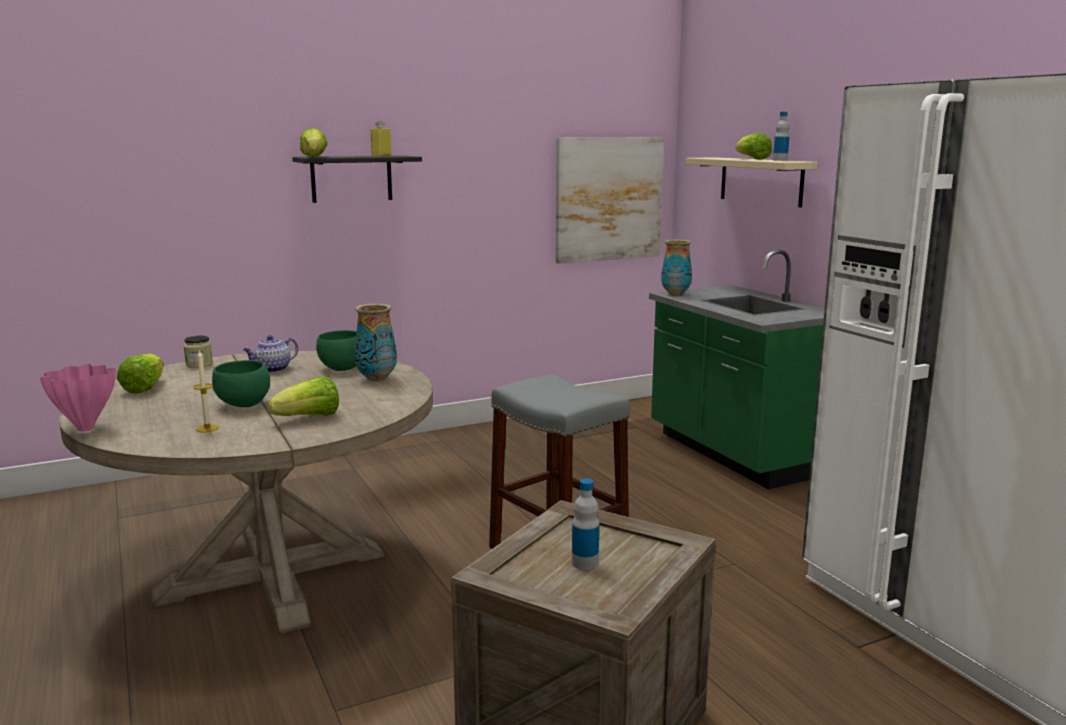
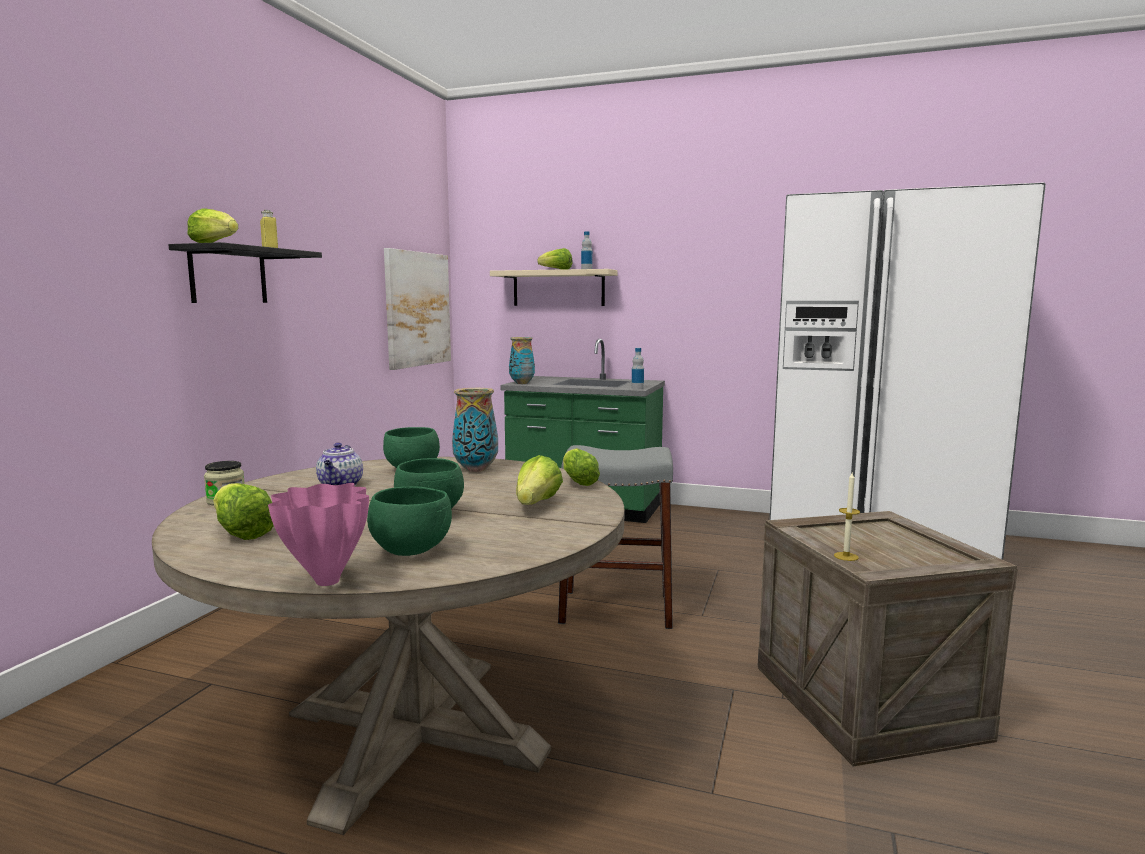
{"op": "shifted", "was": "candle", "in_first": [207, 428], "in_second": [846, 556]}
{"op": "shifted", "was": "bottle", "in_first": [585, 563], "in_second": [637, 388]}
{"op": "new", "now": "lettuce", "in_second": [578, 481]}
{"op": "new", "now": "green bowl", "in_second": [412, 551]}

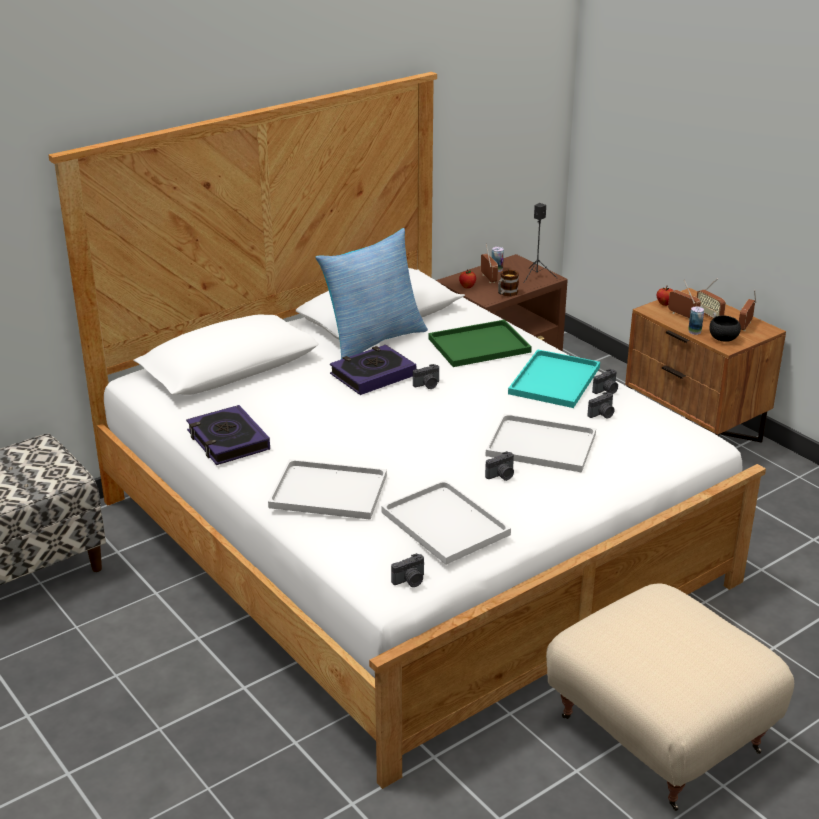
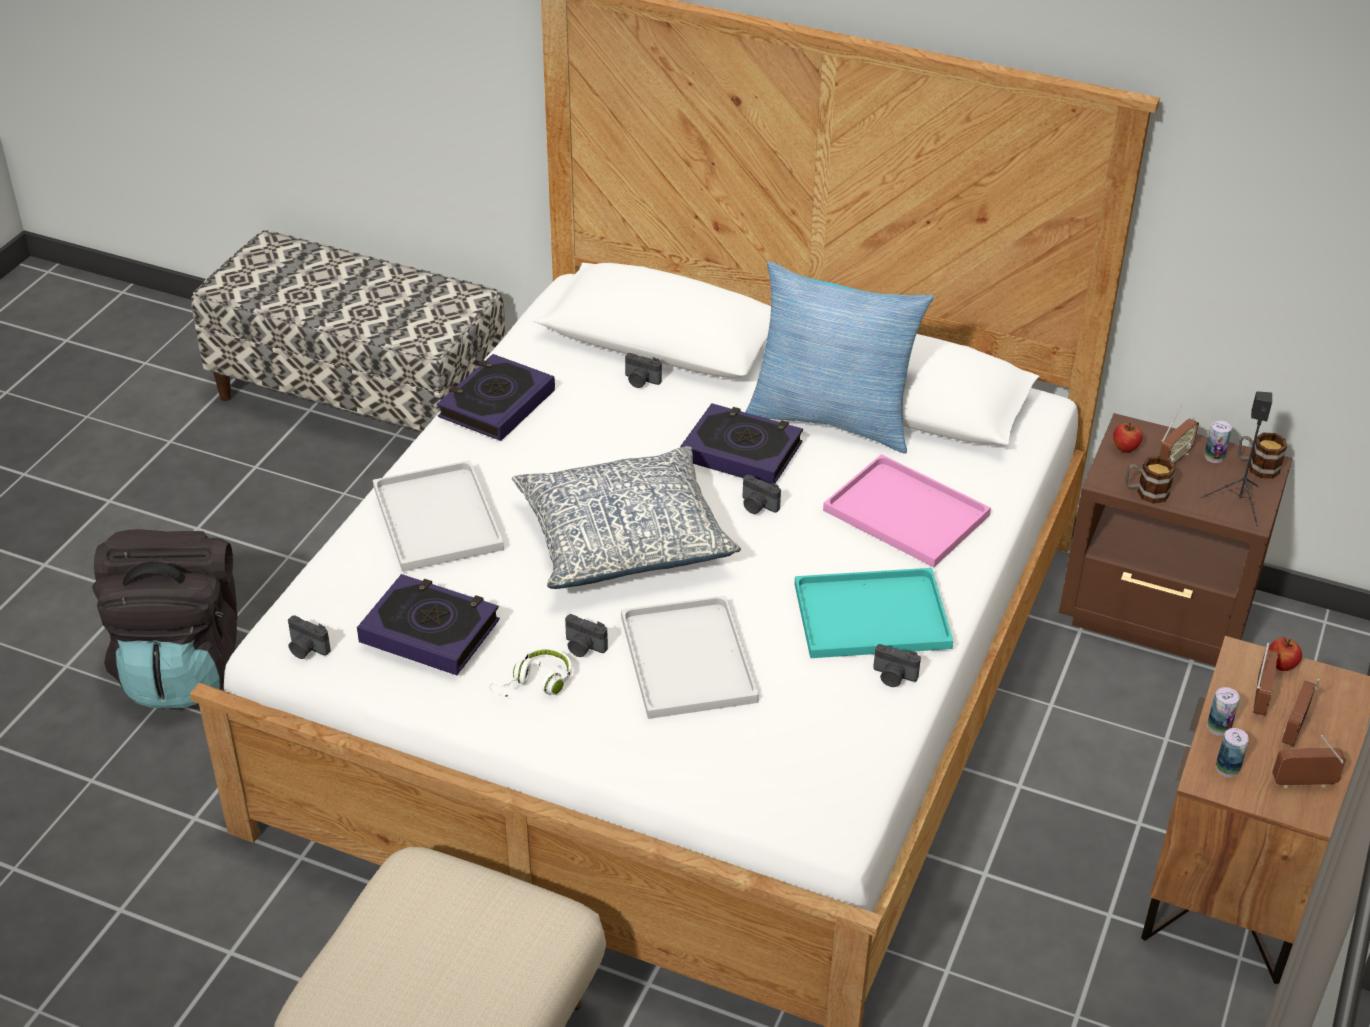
{"op": "swapped", "was": "black bowl", "now": "can", "in_first": [723, 339], "in_second": [1227, 768]}
{"op": "repainted", "was": "green tray", "now": "pink tray", "in_first": [478, 346], "in_second": [903, 512]}
{"op": "shifted", "was": "photo camera", "in_first": [602, 414], "in_second": [641, 381]}
{"op": "swapped", "was": "white tray", "now": "book", "in_first": [442, 523], "in_second": [430, 631]}
{"op": "new", "now": "mug", "in_second": [1257, 467]}
{"op": "new", "now": "pillow", "in_second": [624, 538]}
{"op": "new", "now": "black backpack", "in_second": [182, 666]}
{"op": "new", "now": "white headphones", "in_second": [535, 683]}

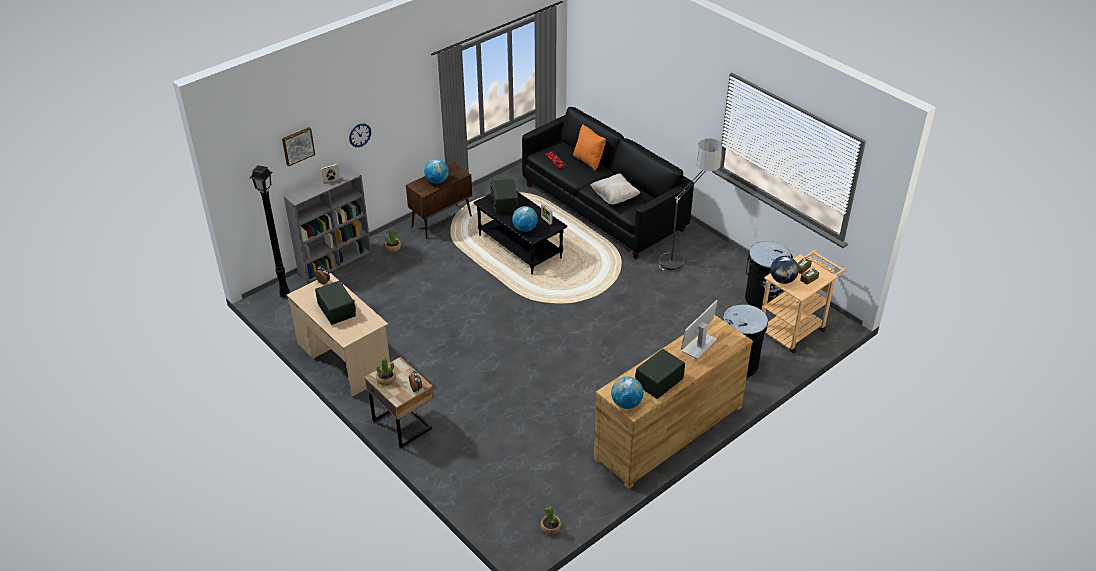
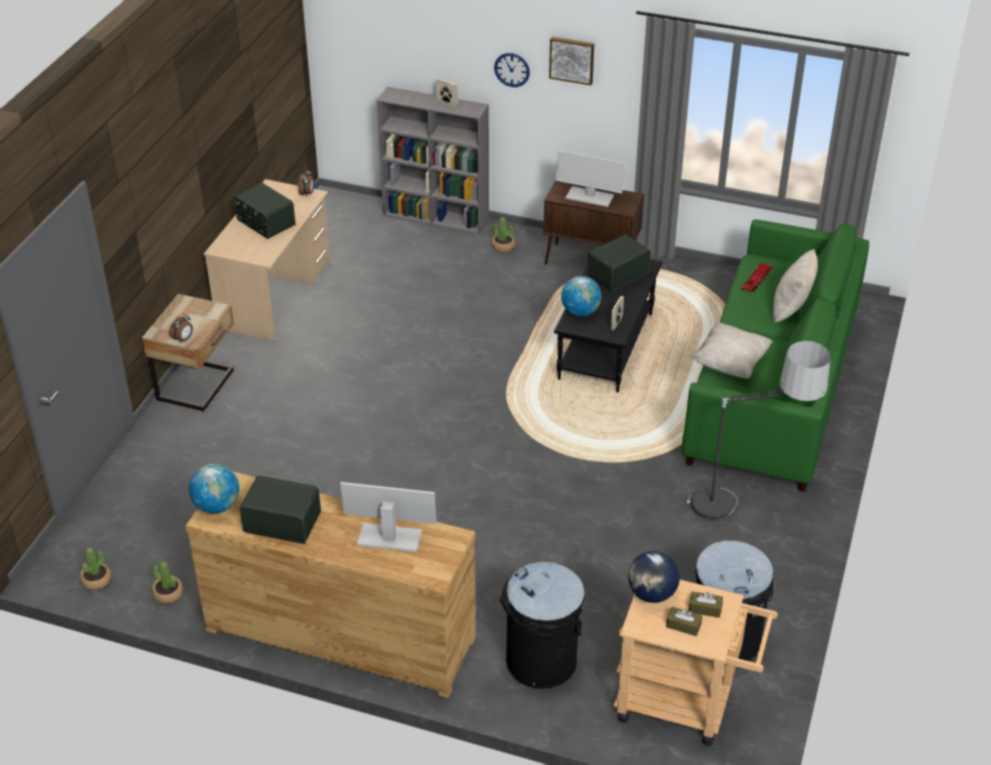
{"op": "repainted", "was": "black sofa", "now": "green sofa", "in_first": [603, 207], "in_second": [771, 389]}
{"op": "repainted", "was": "orange pillow", "now": "beige pillow", "in_first": [589, 161], "in_second": [791, 308]}
{"op": "shifted", "was": "picture", "in_first": [297, 145], "in_second": [572, 59]}
{"op": "swapped", "was": "globe", "now": "monitor", "in_first": [437, 181], "in_second": [589, 197]}
{"op": "gone", "was": "black floor lamp", "in_first": [284, 294]}
{"op": "rotated", "was": "radio", "in_first": [337, 310], "in_second": [265, 223], "clockwise": 105}
{"op": "shifted", "was": "potted plant", "in_first": [386, 379], "in_second": [168, 594]}

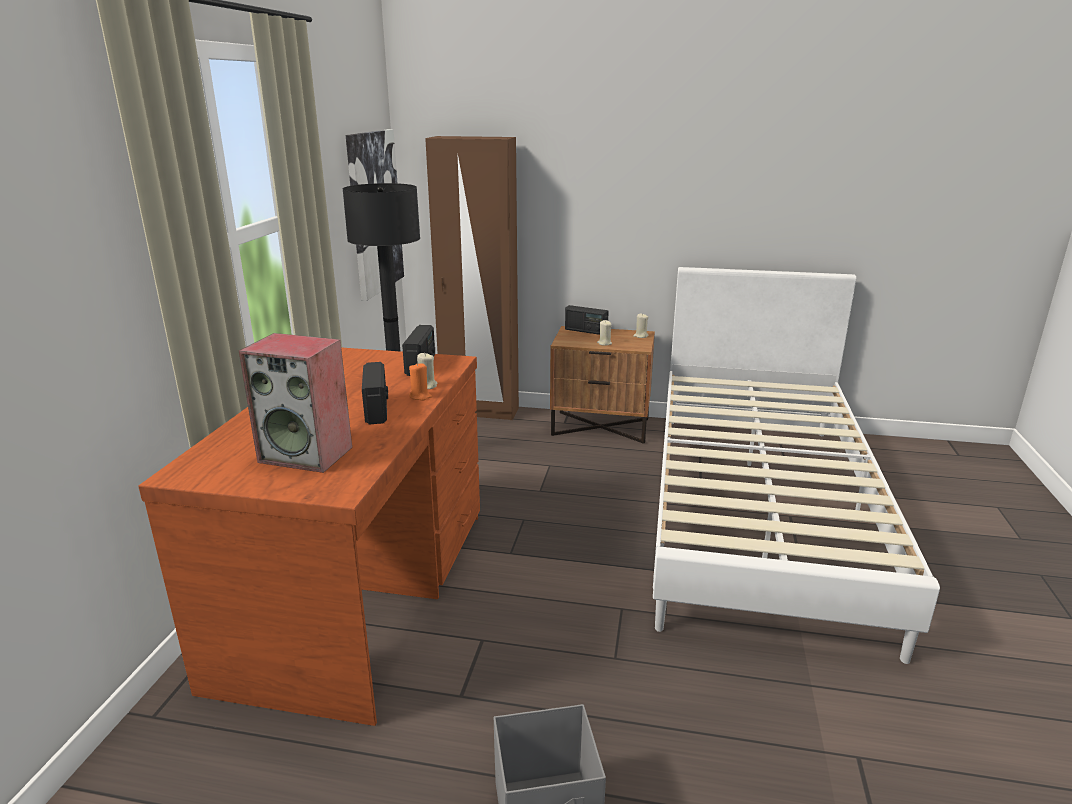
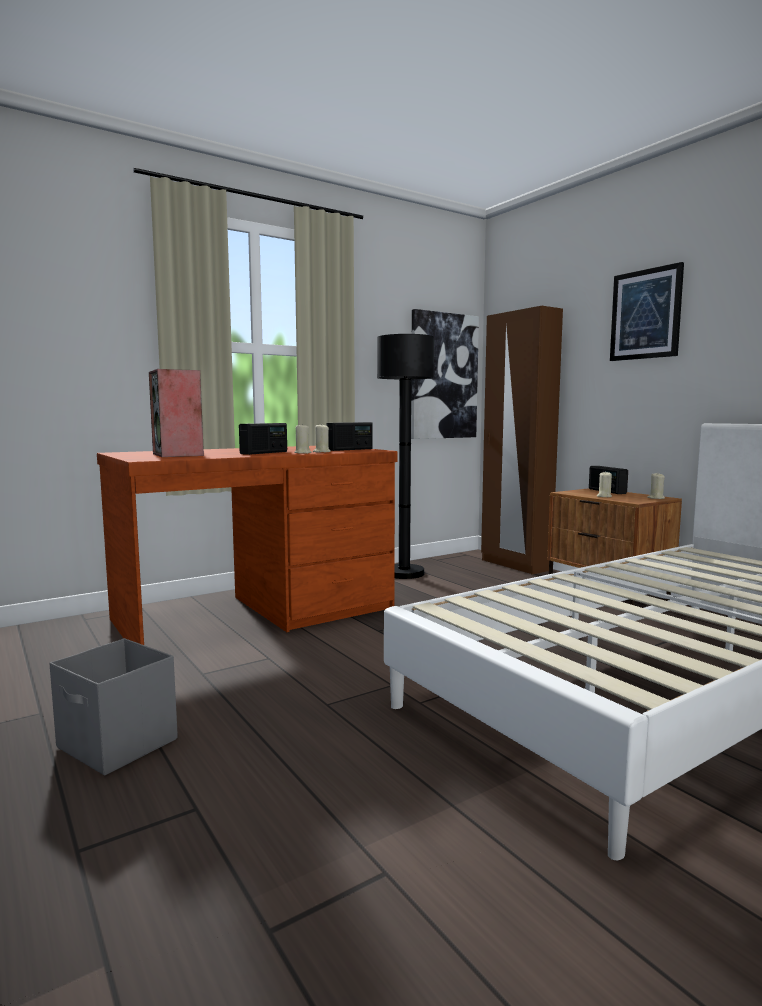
{"op": "repainted", "was": "orange candle", "now": "beige candle", "in_first": [420, 396], "in_second": [303, 453]}
{"op": "new", "now": "picture", "in_second": [646, 314]}

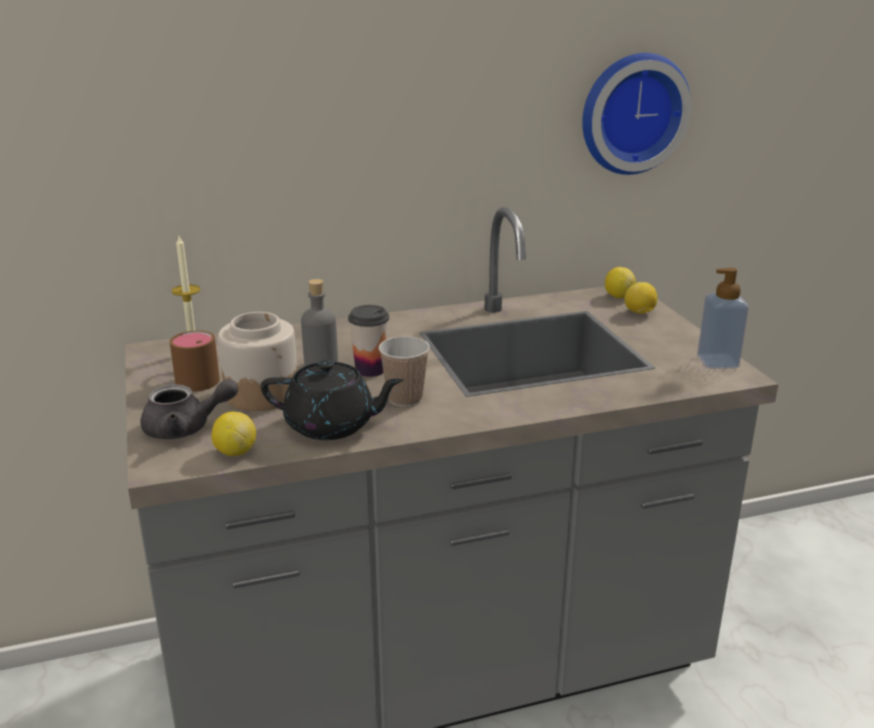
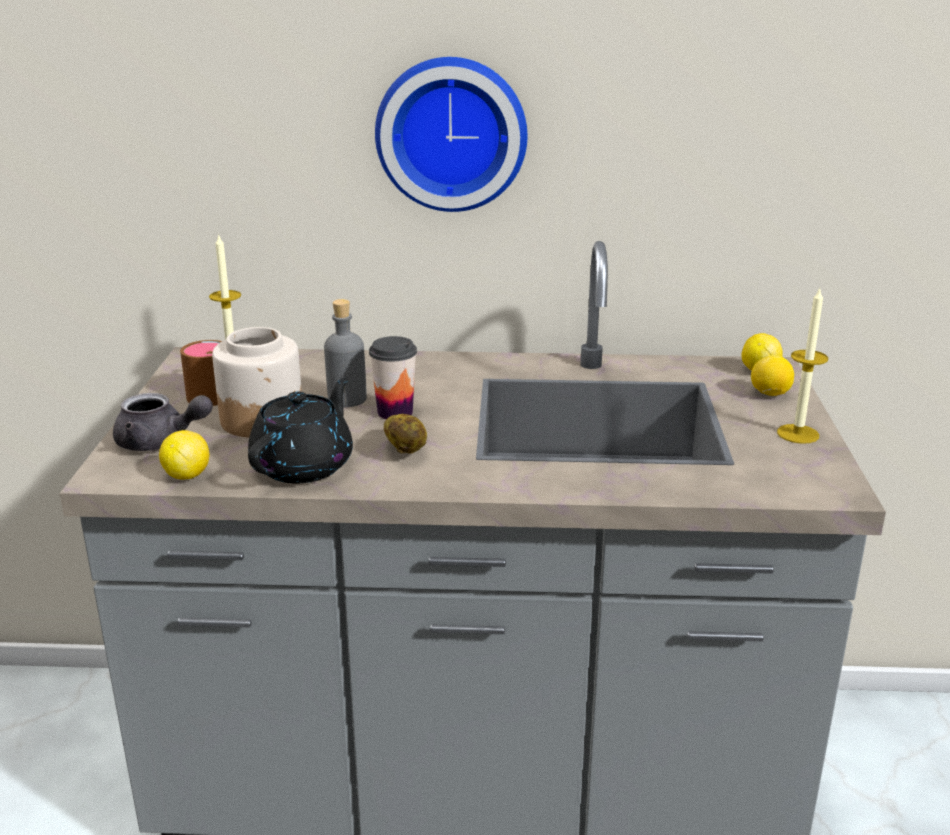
{"op": "shifted", "was": "wall clock", "in_first": [631, 113], "in_second": [451, 133]}
{"op": "gone", "was": "soap dispenser", "in_first": [717, 362]}
{"op": "swapped", "was": "cup", "now": "potato", "in_first": [405, 399], "in_second": [405, 450]}
{"op": "rotated", "was": "black teapot", "in_first": [331, 425], "in_second": [304, 465], "clockwise": -90}
{"op": "new", "now": "candle", "in_second": [798, 434]}

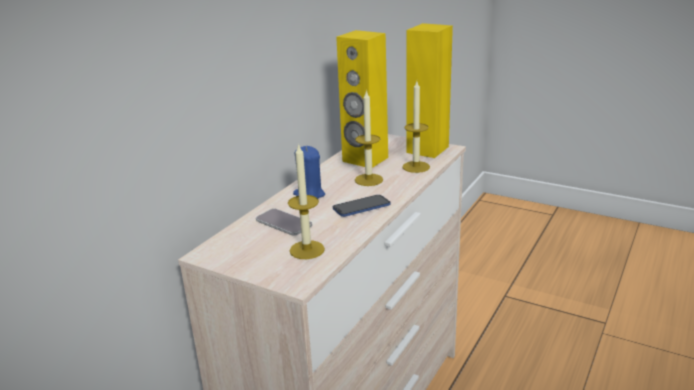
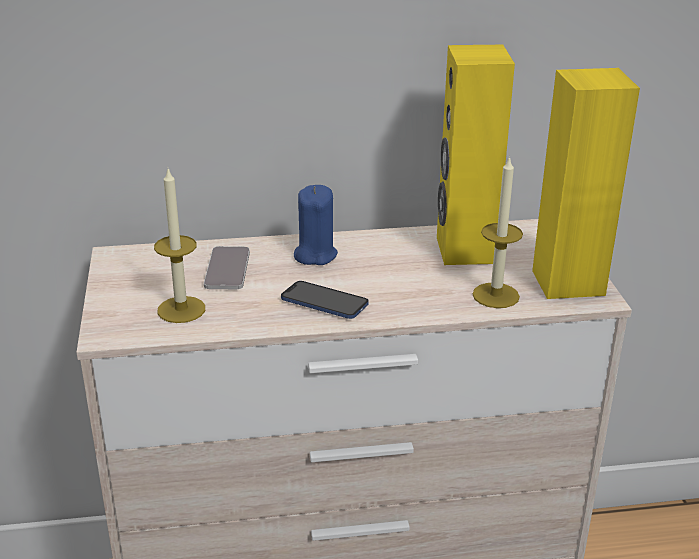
{"op": "gone", "was": "candle", "in_first": [369, 180]}

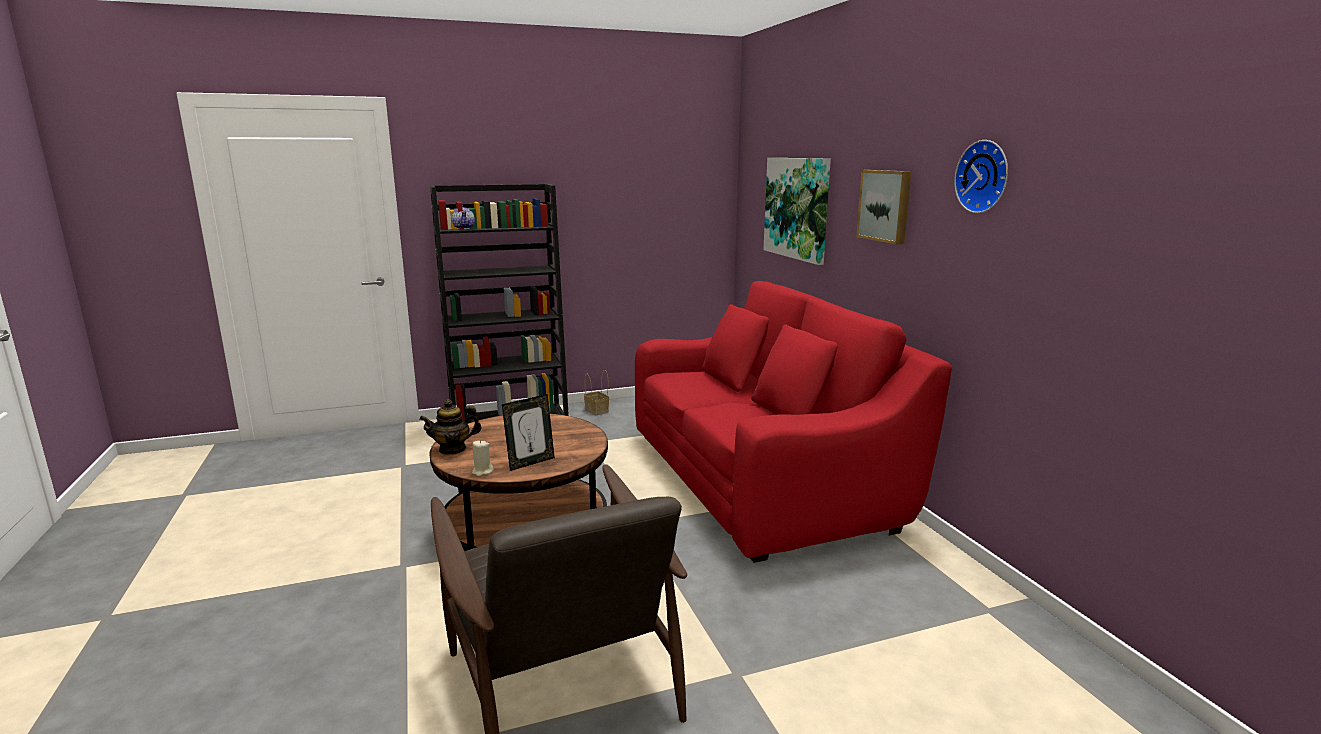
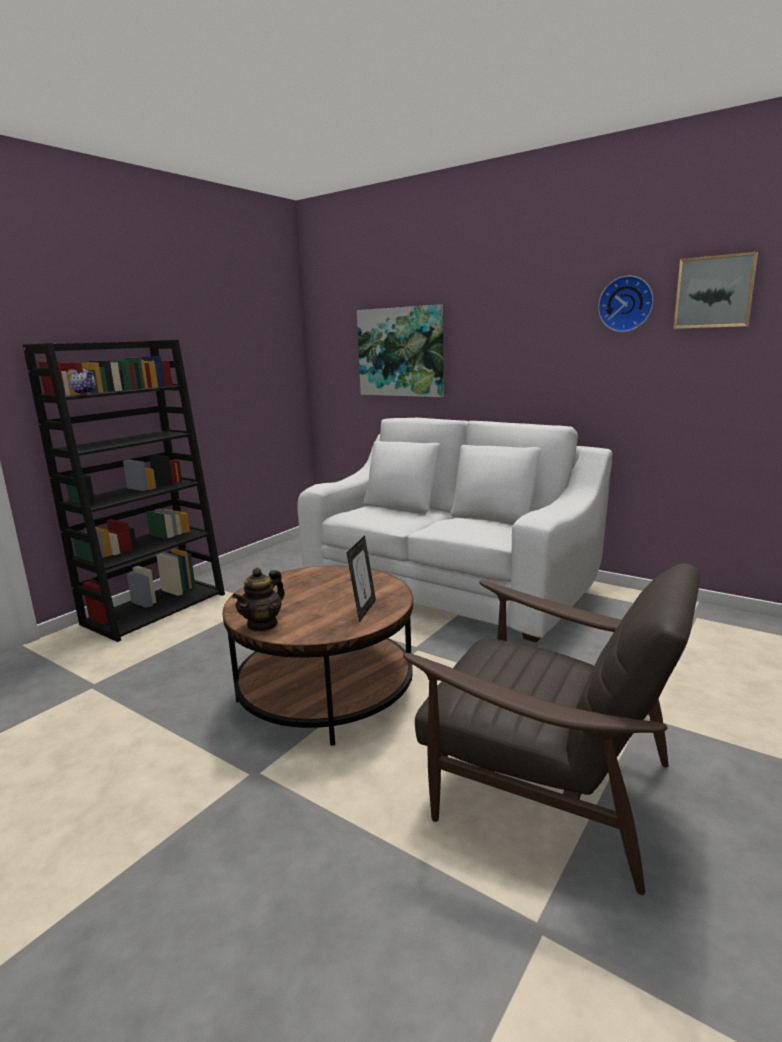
{"op": "shifted", "was": "picture", "in_first": [885, 205], "in_second": [714, 292]}
{"op": "repainted", "was": "red sofa", "now": "white sofa", "in_first": [760, 479], "in_second": [449, 585]}
{"op": "gone", "was": "basket", "in_first": [597, 411]}
{"op": "gone", "was": "beige candle", "in_first": [482, 471]}

